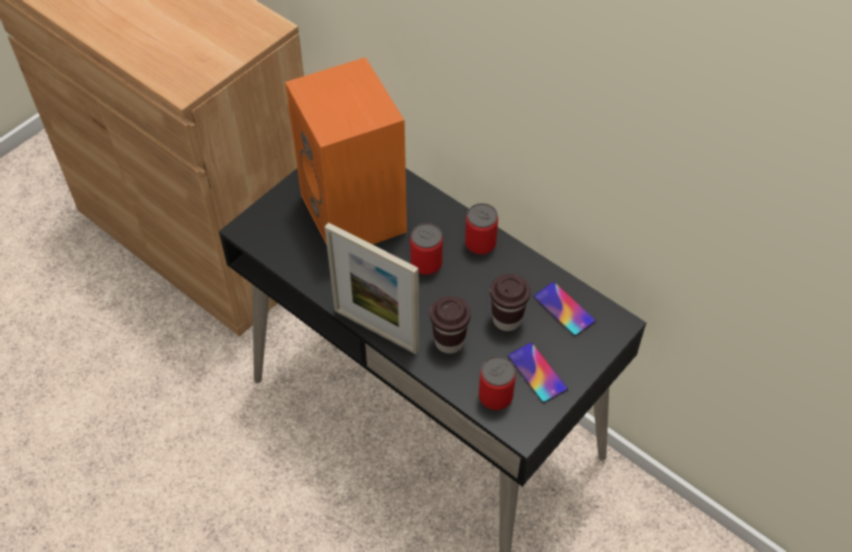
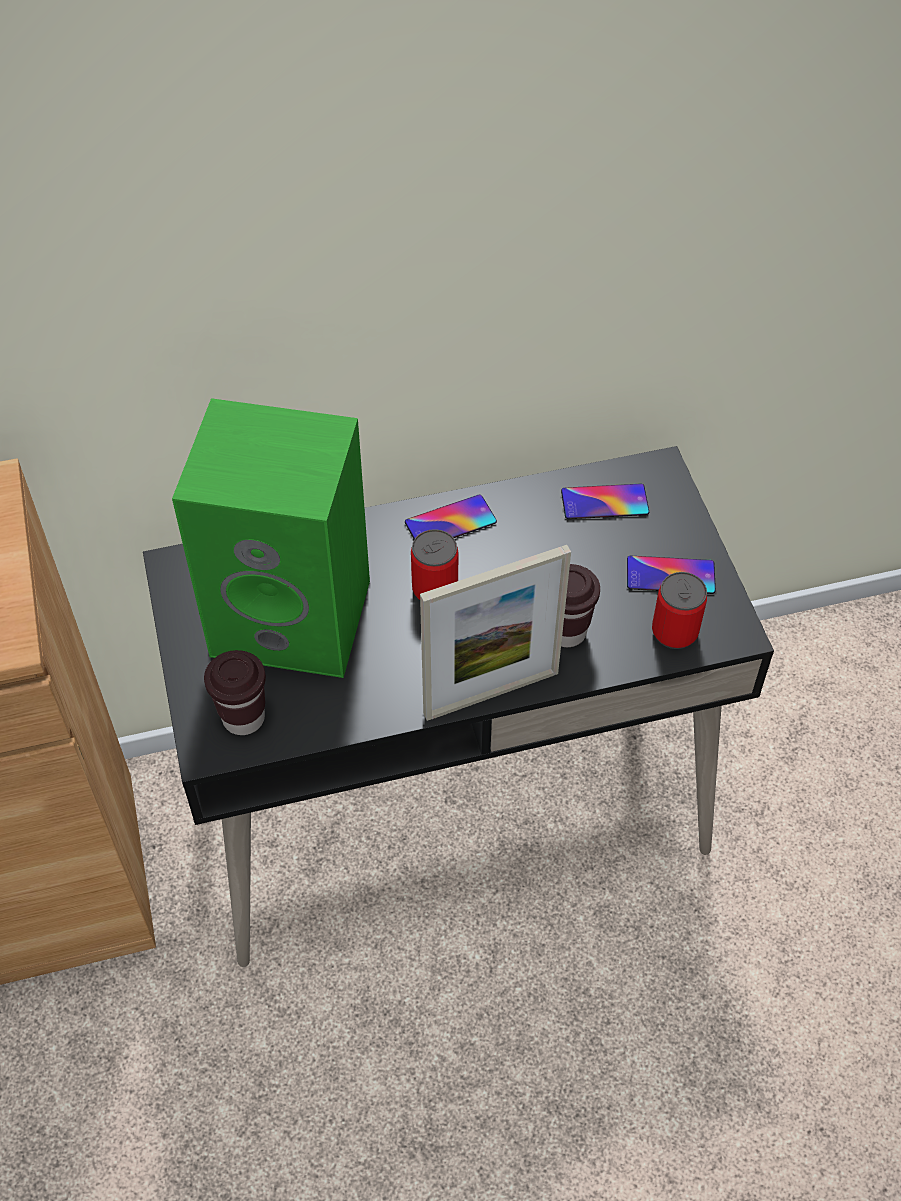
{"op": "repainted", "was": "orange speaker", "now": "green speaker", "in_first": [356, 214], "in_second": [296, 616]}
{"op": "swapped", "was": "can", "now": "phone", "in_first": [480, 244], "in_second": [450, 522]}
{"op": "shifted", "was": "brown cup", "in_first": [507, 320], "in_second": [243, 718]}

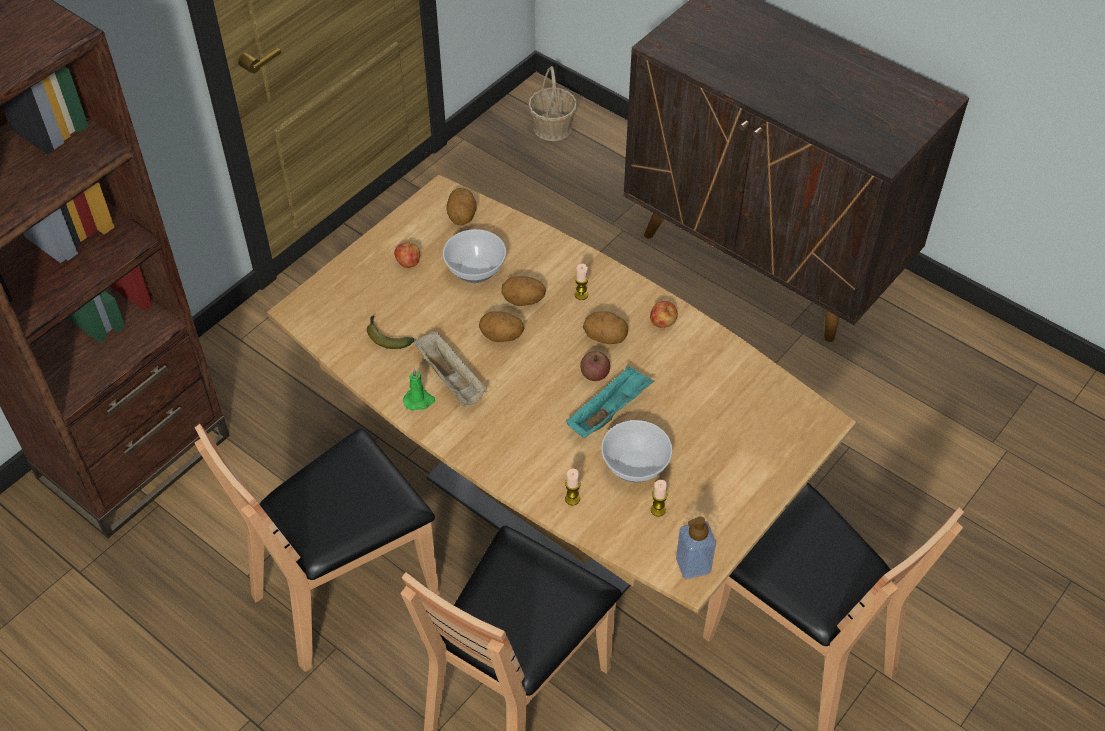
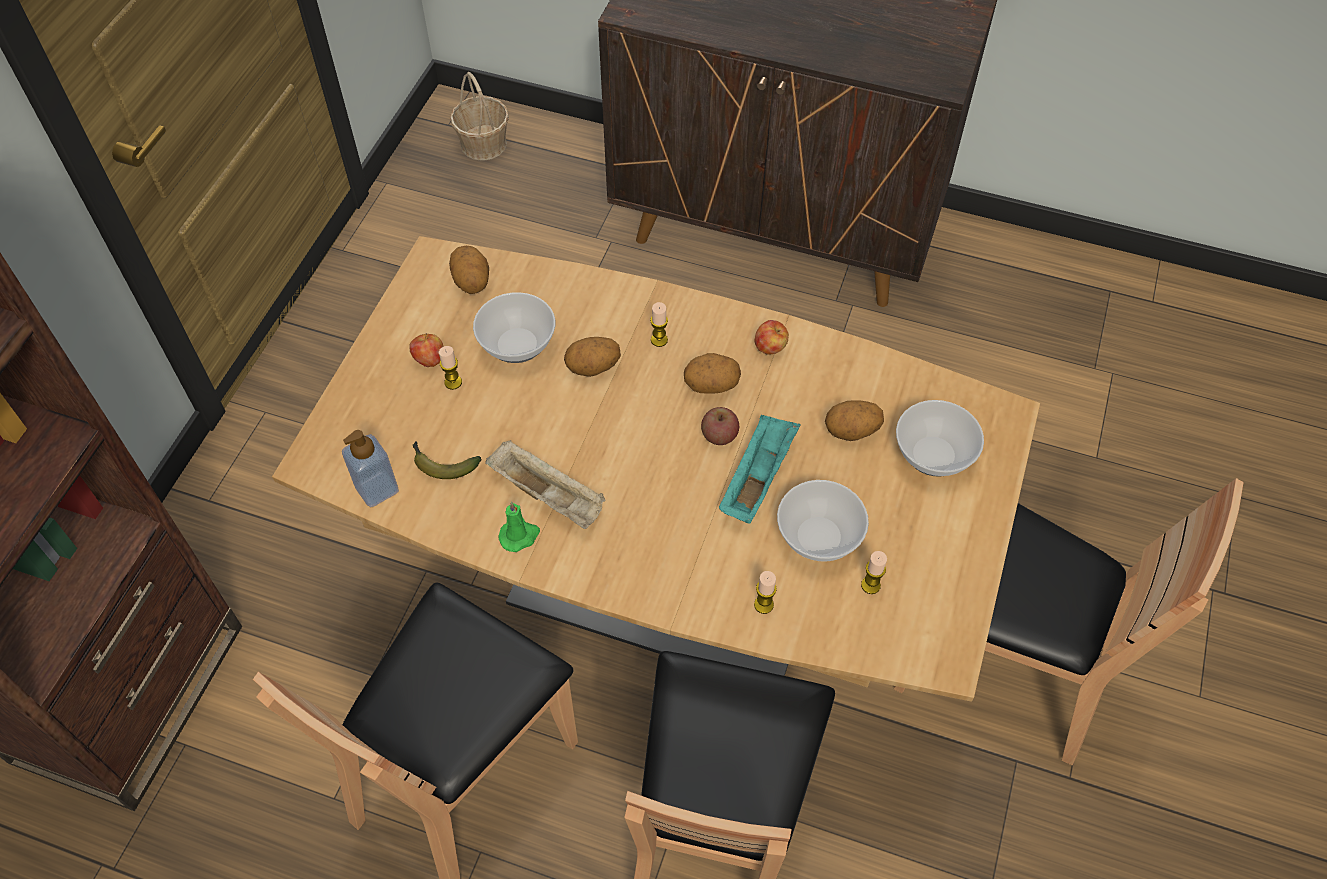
{"op": "shifted", "was": "potato", "in_first": [501, 337], "in_second": [851, 432]}
{"op": "shifted", "was": "soap dispenser", "in_first": [693, 565], "in_second": [377, 489]}
{"op": "new", "now": "candle", "in_second": [453, 382]}
{"op": "new", "now": "bowl", "in_second": [932, 456]}

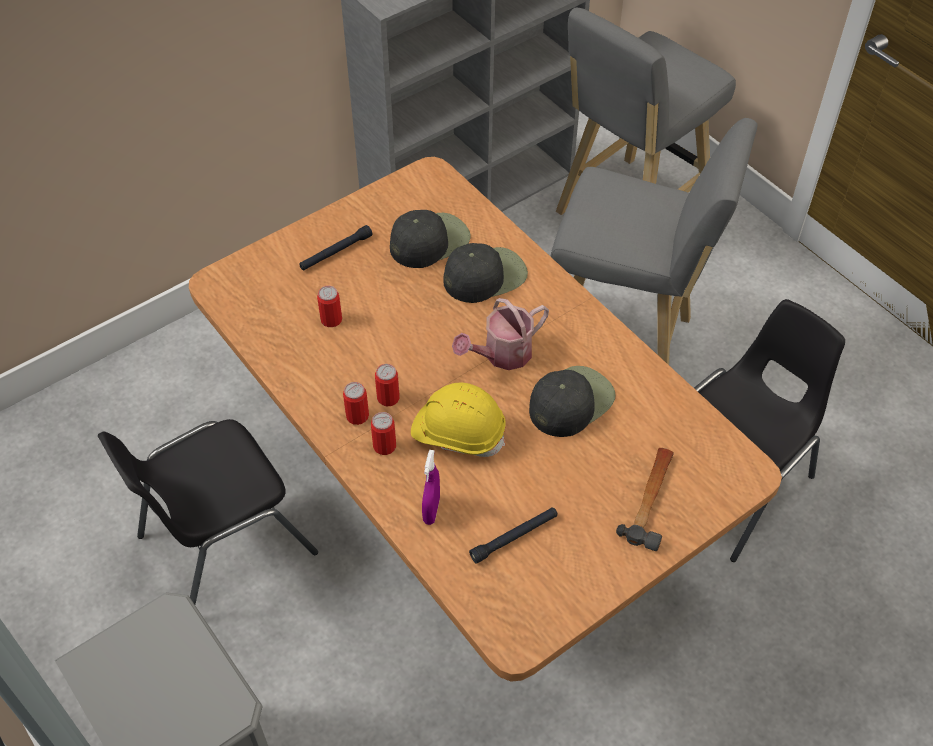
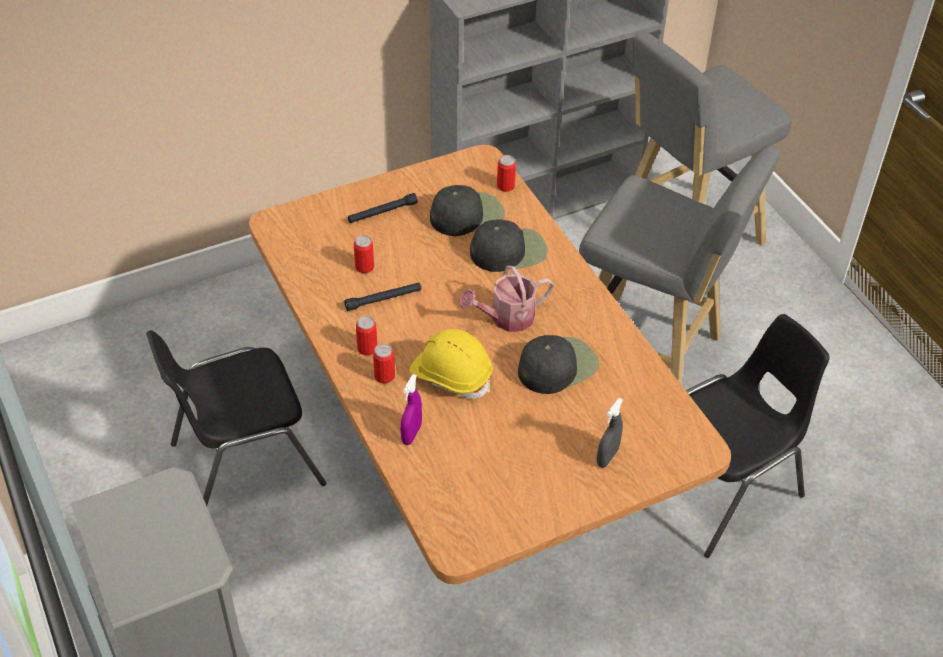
{"op": "shifted", "was": "can", "in_first": [388, 398], "in_second": [505, 186]}
{"op": "swapped", "was": "hammer", "now": "grey spray bottle", "in_first": [651, 500], "in_second": [607, 457]}
{"op": "shifted", "was": "black flashlight", "in_first": [514, 537], "in_second": [383, 299]}

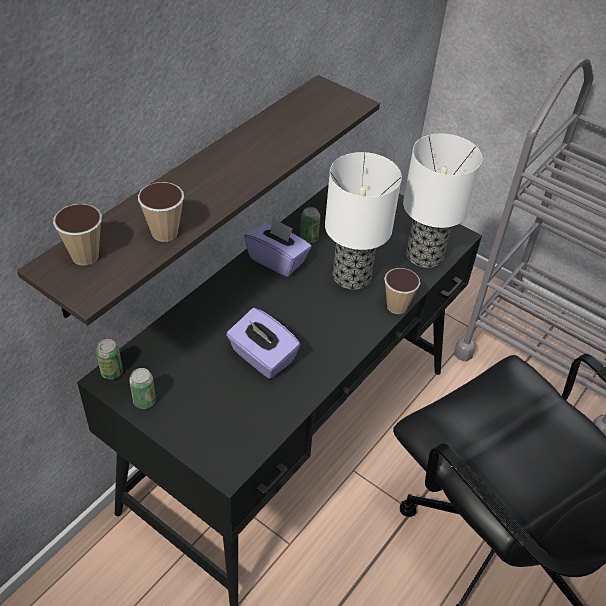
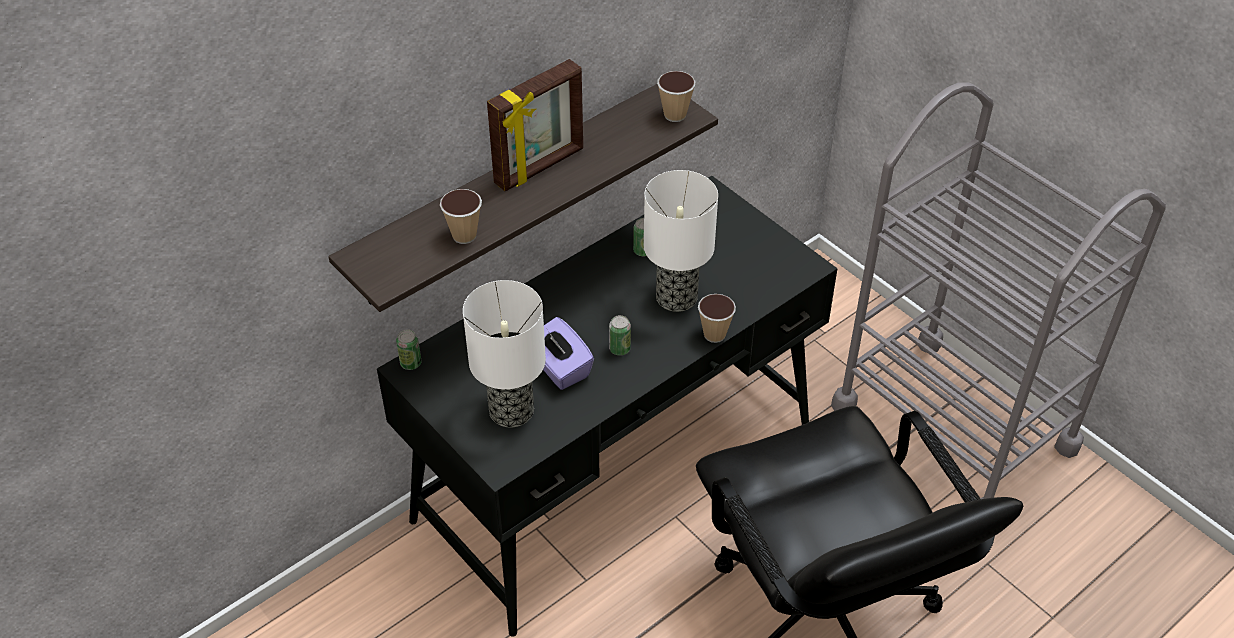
{"op": "shifted", "was": "table lamp", "in_first": [425, 255], "in_second": [512, 411]}
{"op": "shifted", "was": "cup", "in_first": [85, 256], "in_second": [675, 115]}
{"op": "gone", "was": "purple tissue box", "in_first": [277, 260]}
{"op": "shifted", "was": "can", "in_first": [144, 401], "in_second": [619, 349]}
{"op": "new", "now": "picture frame", "in_second": [540, 167]}

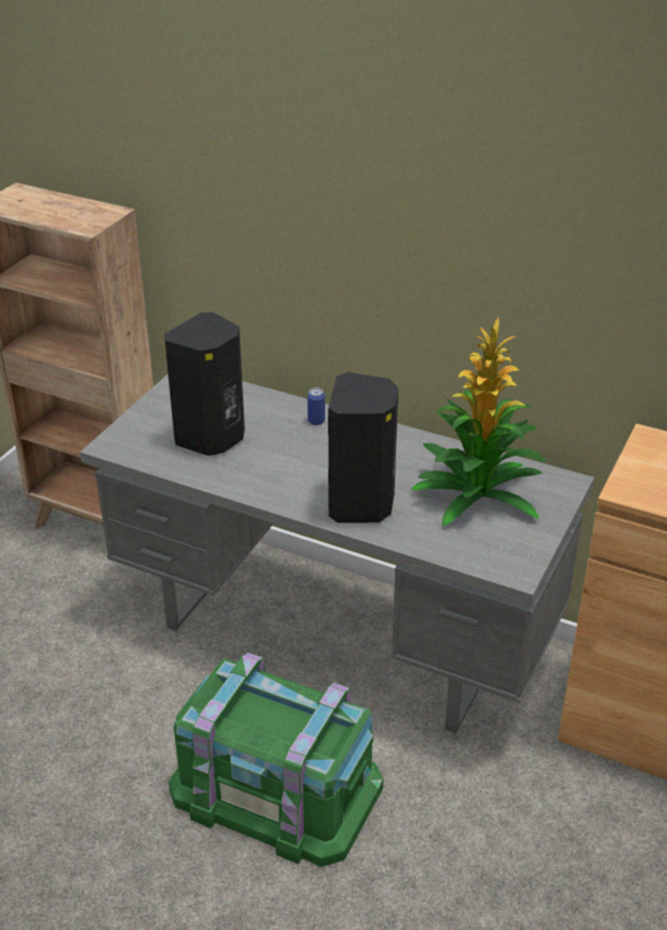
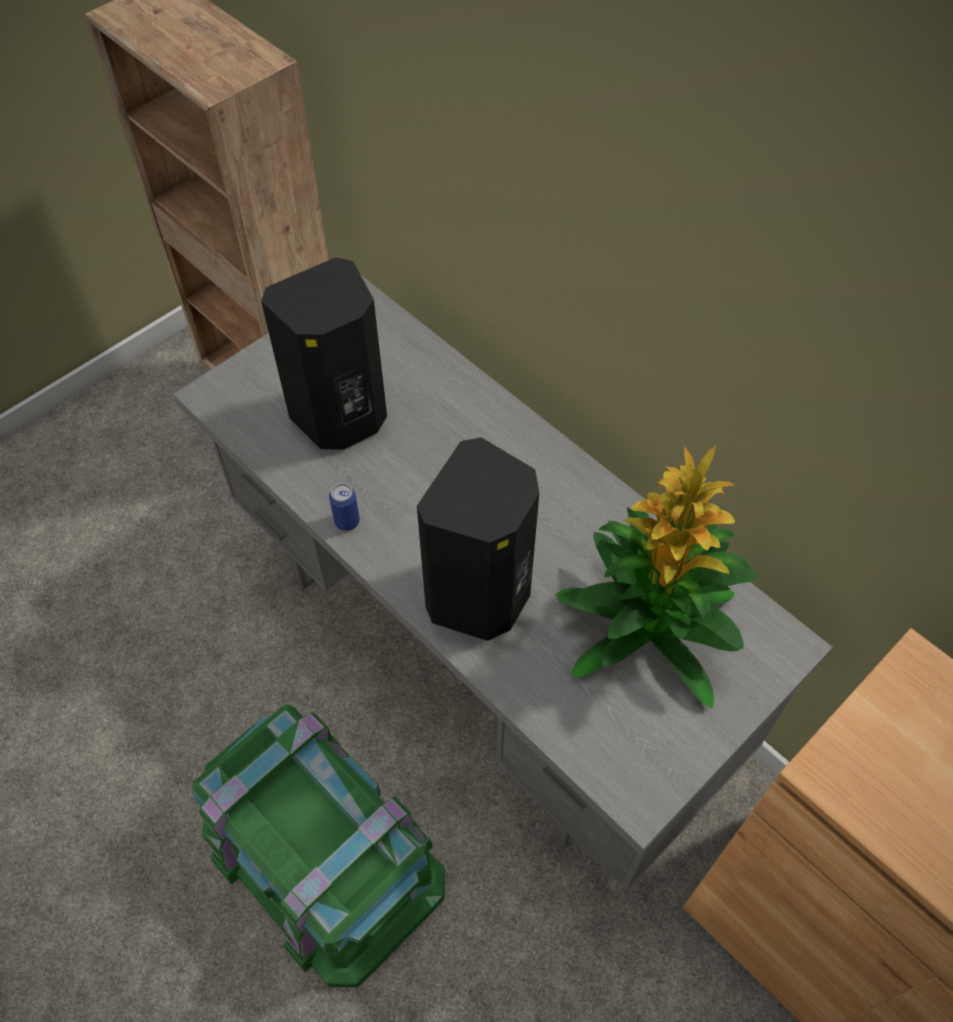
{"op": "shifted", "was": "can", "in_first": [316, 421], "in_second": [347, 521]}

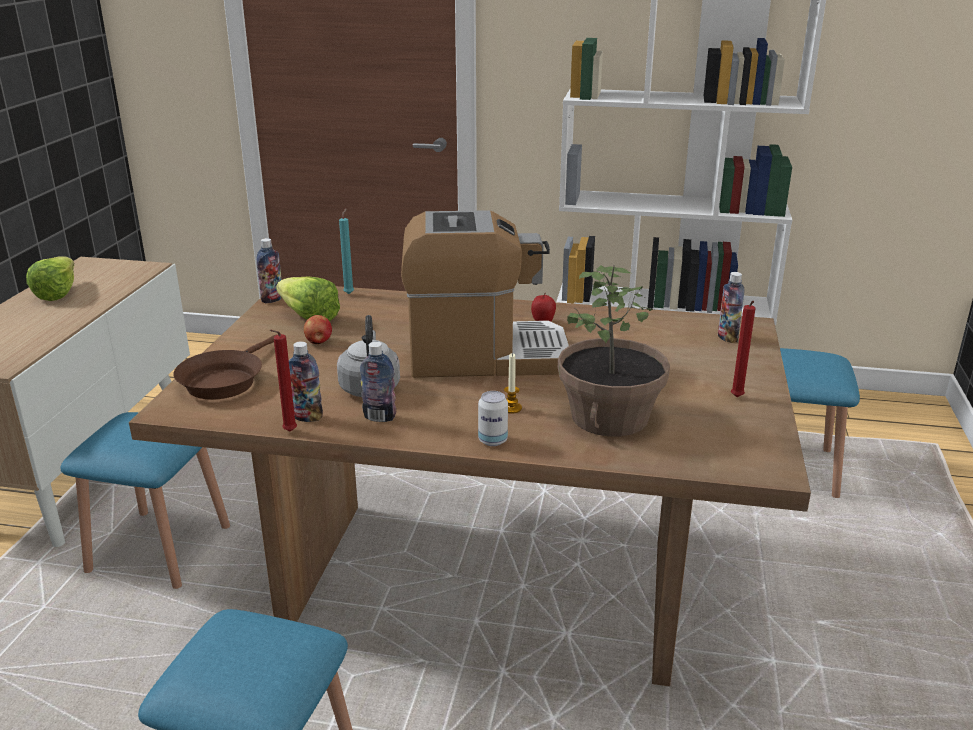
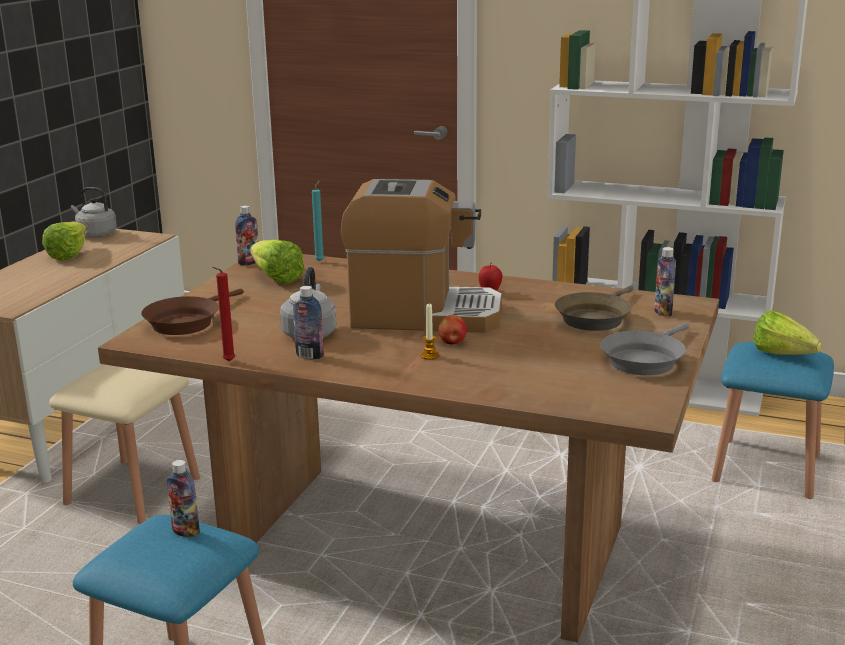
{"op": "gone", "was": "potted plant", "in_first": [610, 417]}
{"op": "swapped", "was": "red candle", "now": "grey frying pan", "in_first": [737, 398], "in_second": [644, 360]}
{"op": "shifted", "was": "apple", "in_first": [318, 342], "in_second": [452, 343]}
{"op": "shifted", "was": "bottle", "in_first": [307, 417], "in_second": [186, 531]}
{"op": "gone", "was": "can", "in_first": [492, 440]}
{"op": "repainted", "was": "blue stool", "now": "beige stool", "in_first": [159, 549], "in_second": [133, 491]}
{"op": "new", "now": "grey kettle", "in_second": [95, 234]}
{"op": "new", "now": "brown frying pan", "in_second": [595, 318]}
{"op": "new", "now": "lettuce", "in_second": [786, 356]}

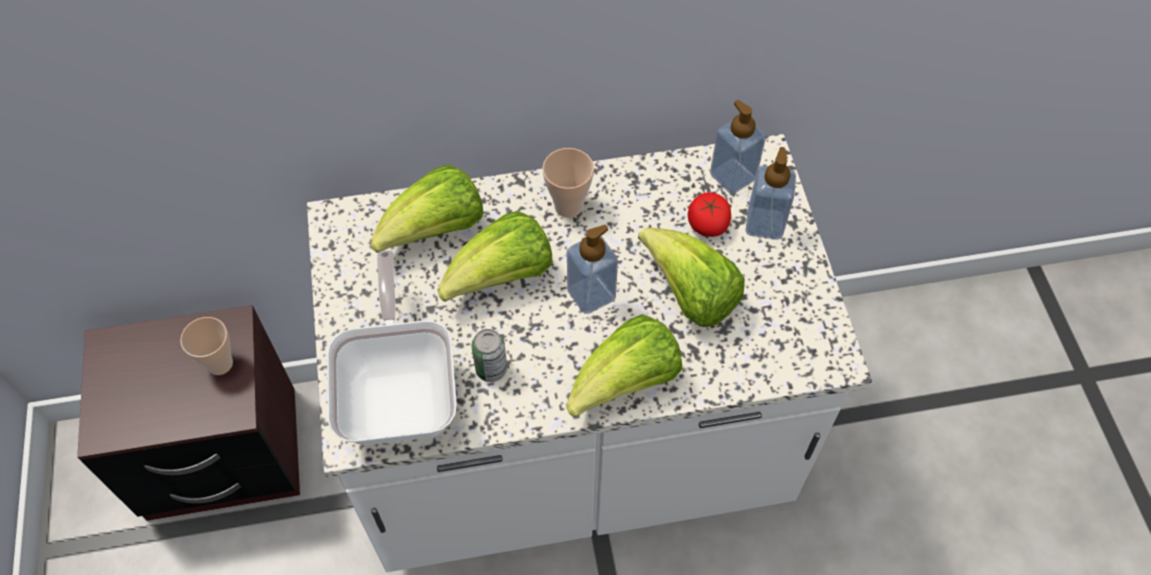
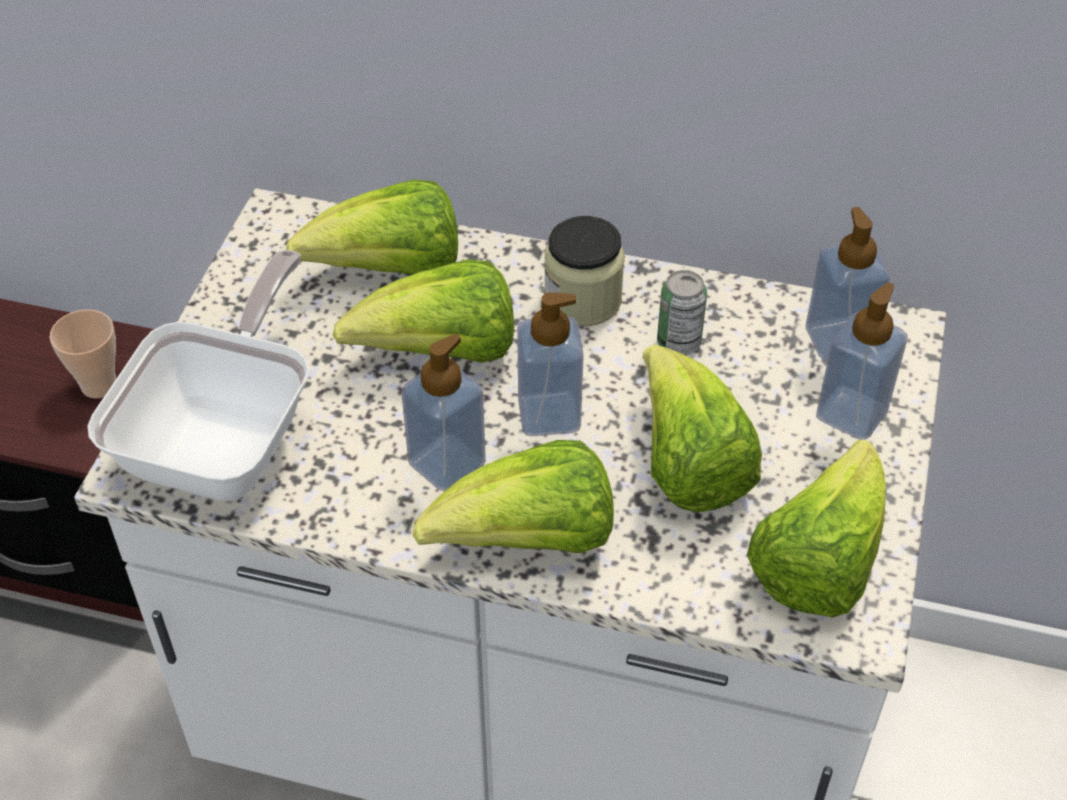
{"op": "swapped", "was": "cup", "now": "jar", "in_first": [568, 206], "in_second": [582, 300]}
{"op": "gone", "was": "tomato", "in_first": [707, 224]}
{"op": "shifted", "was": "can", "in_first": [491, 369], "in_second": [678, 343]}
{"op": "new", "now": "soap dispenser", "in_second": [447, 463]}
{"op": "new", "now": "lettuce", "in_second": [817, 563]}

